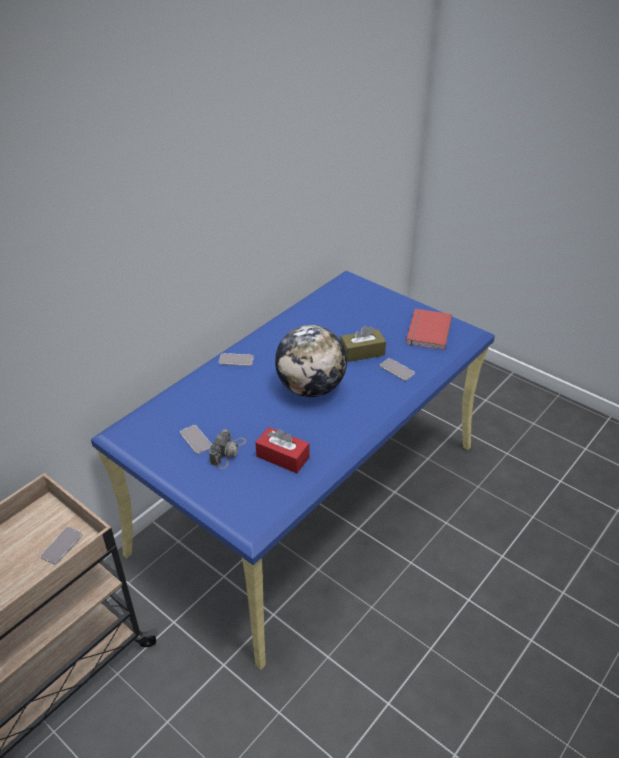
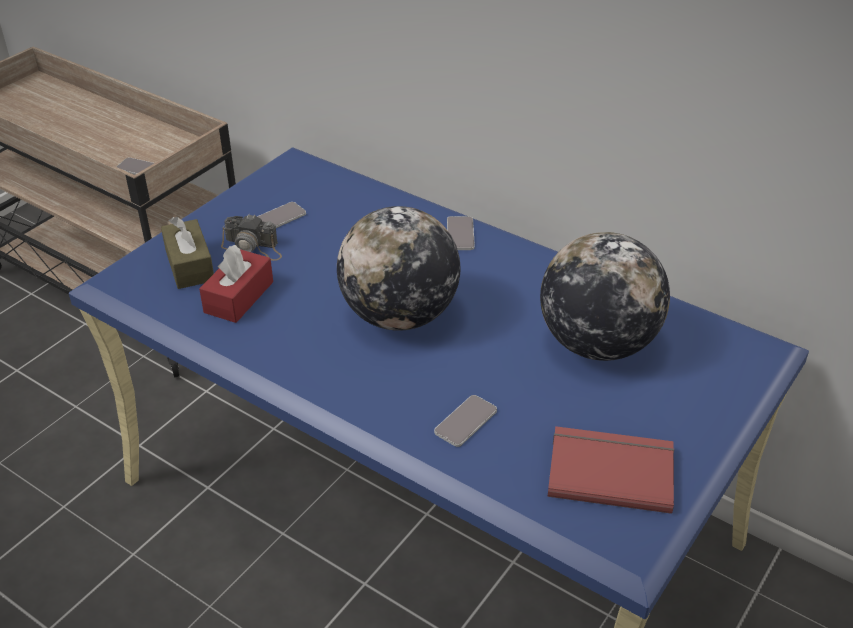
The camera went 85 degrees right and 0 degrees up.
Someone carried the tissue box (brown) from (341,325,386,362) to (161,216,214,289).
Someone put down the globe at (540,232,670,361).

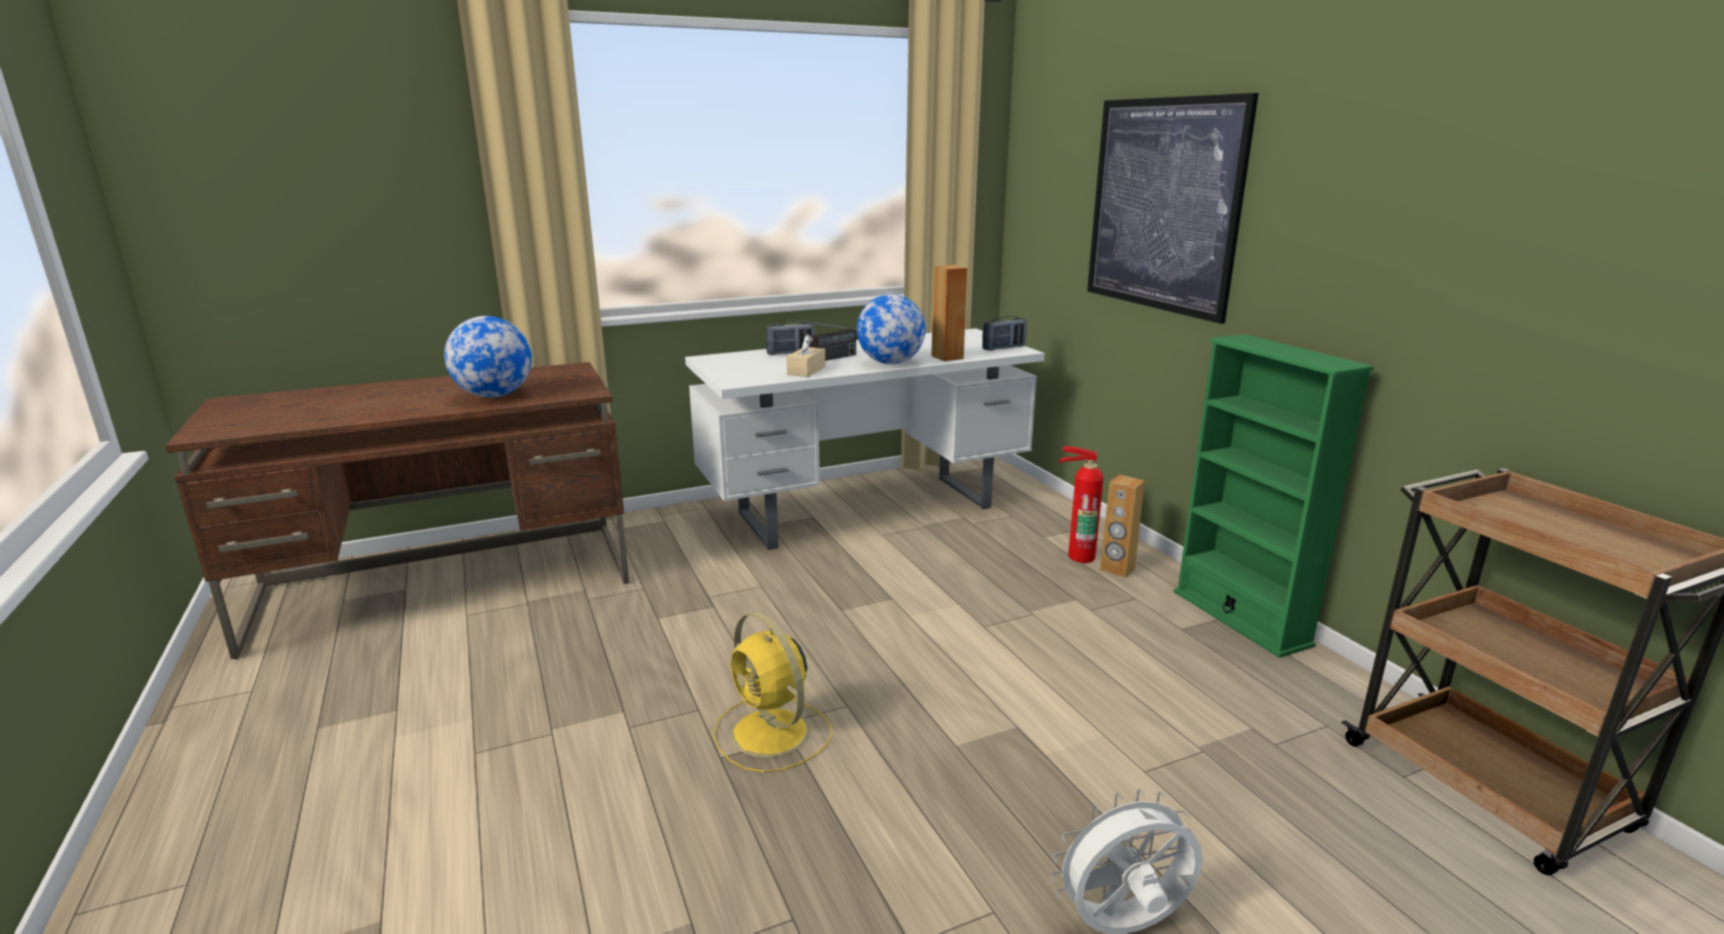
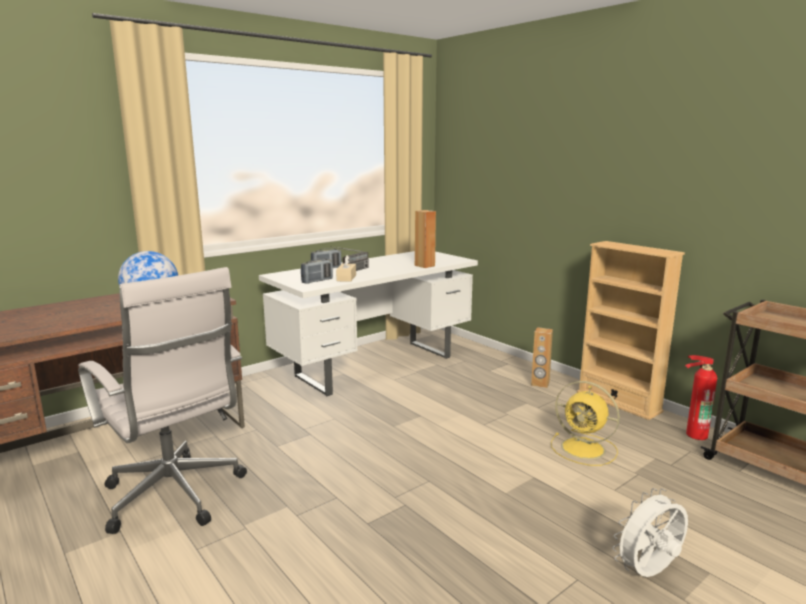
The camera went 15 degrees left and 5 degrees down.
Someone carried the fan (yellow) from (713,612,832,773) to (551,381,620,466).
Someone took away the globe at (857,294,926,364).
Someone carried the radio from (982,316,1027,351) to (301,258,333,283).
Someone carried the fire extinguisher from (1059,446,1104,563) to (685,355,717,440).
Someone took away the picture at (1087,93,1259,324).
Someone repainted the bookcase (green) at (1174,334,1374,658), which became the bookcase (beige) at (577,241,685,420).
Someone put down the office chair (white) at (78,267,247,534).

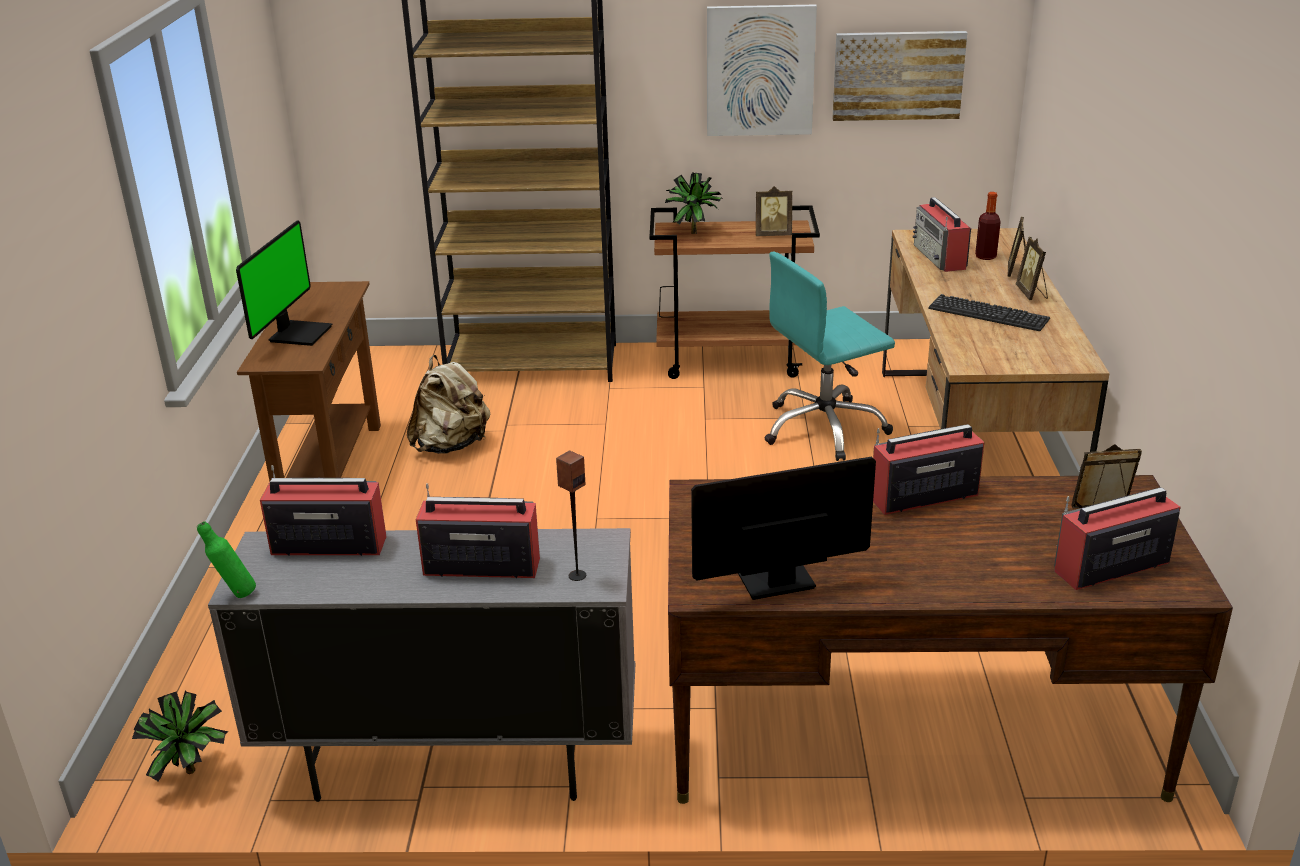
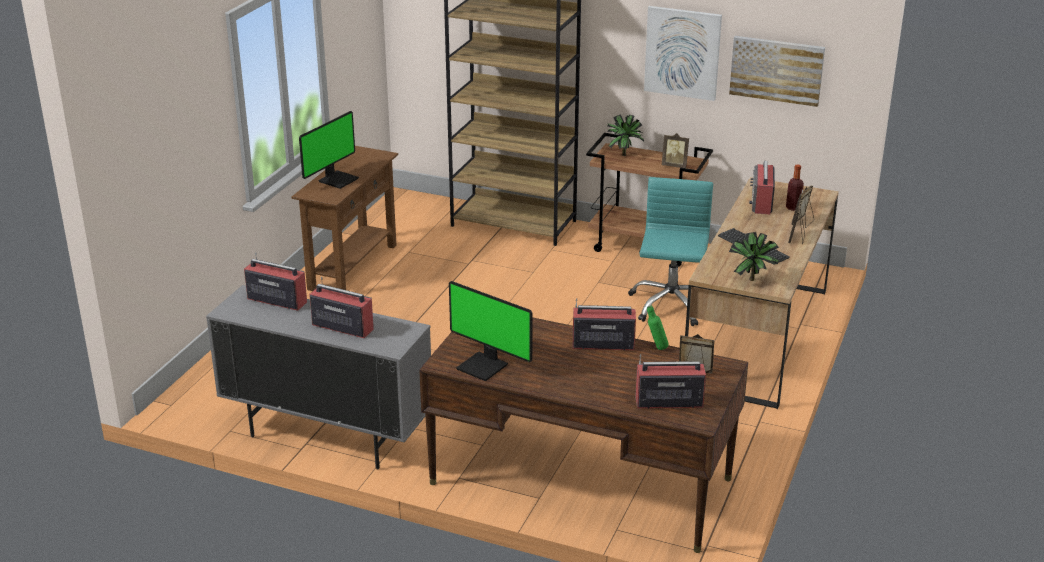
The camera went 20 degrees right and 0 degrees up.
Someone carried the potted plant from (132,691,228,781) to (729,232,779,281).
Someone carried the bottle (green) from (197,521,256,598) to (647,306,669,350).
Someone took away the backpack (beige) at (407,355,490,454).
Someone took away the speaker at (556,451,586,581).
Someone rotated the monitor at (691,457,876,600) by 150 degrees counterclockwise.
Someone rotated the office chair (turquoise) at (764,251,895,461) by 105 degrees clockwise.

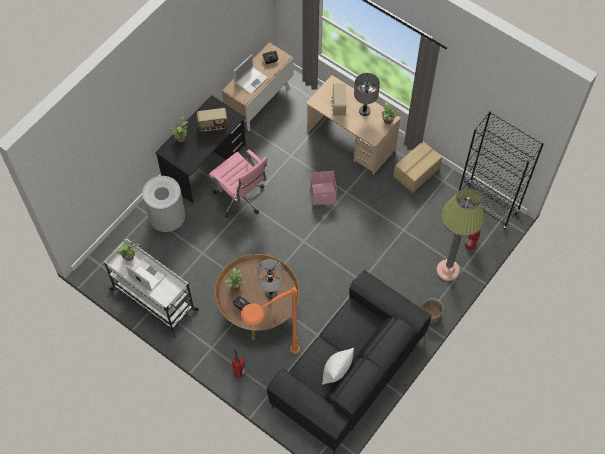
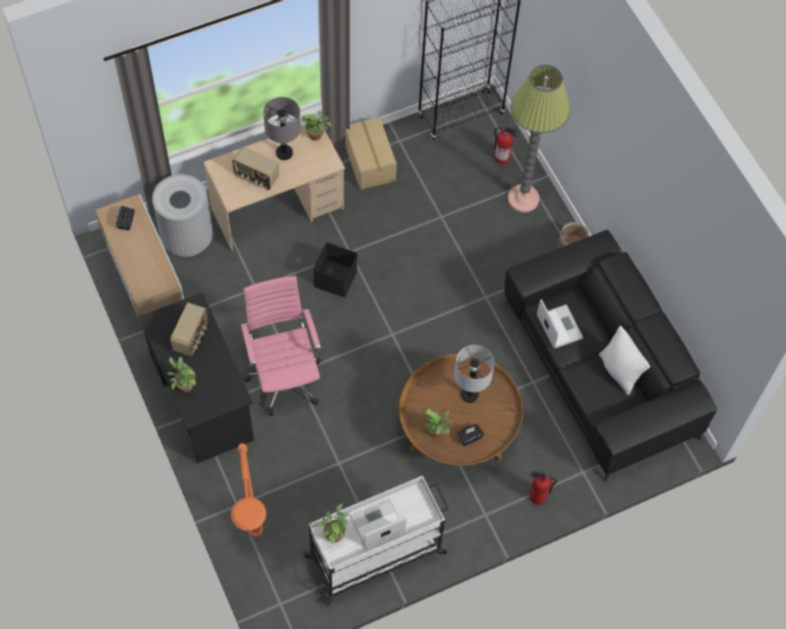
The camera went 65 degrees left and 0 degrees up.
Someone carried the trash can (grey) from (142,176,185,232) to (152,174,213,257).
Someone rotated the office chair (pink) at (209,150,268,218) by 90 degrees counterclockwise.
Someone carried the laptop from (234,54,268,94) to (537,299,584,348).
Someone carried the floor lamp (orange) from (241,287,300,354) to (231,443,266,537).
Someone repainted the storage box (pink) at (310,171,337,205), which became the storage box (black) at (313,242,357,297).

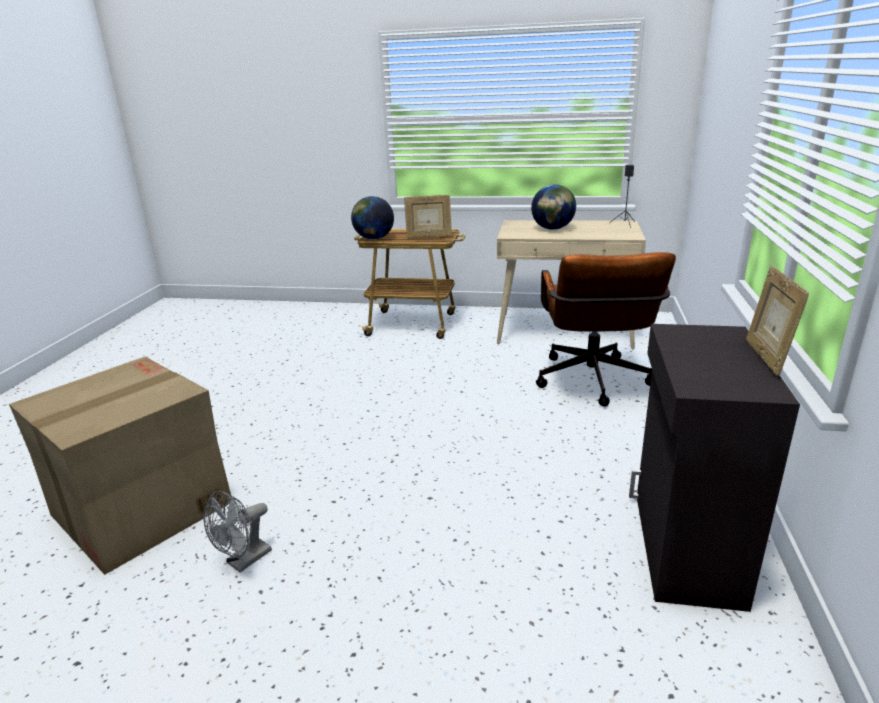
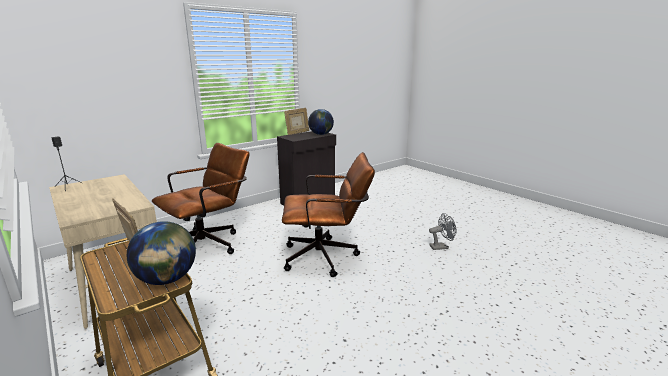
The camera went 140 degrees left and 5 degrees down.
Someone took away the cardboard box at (9,357,232,575).
Someone carried the globe from (531,184,576,230) to (308,109,334,135).
Someone put down the office chair (brown) at (282,152,375,277).

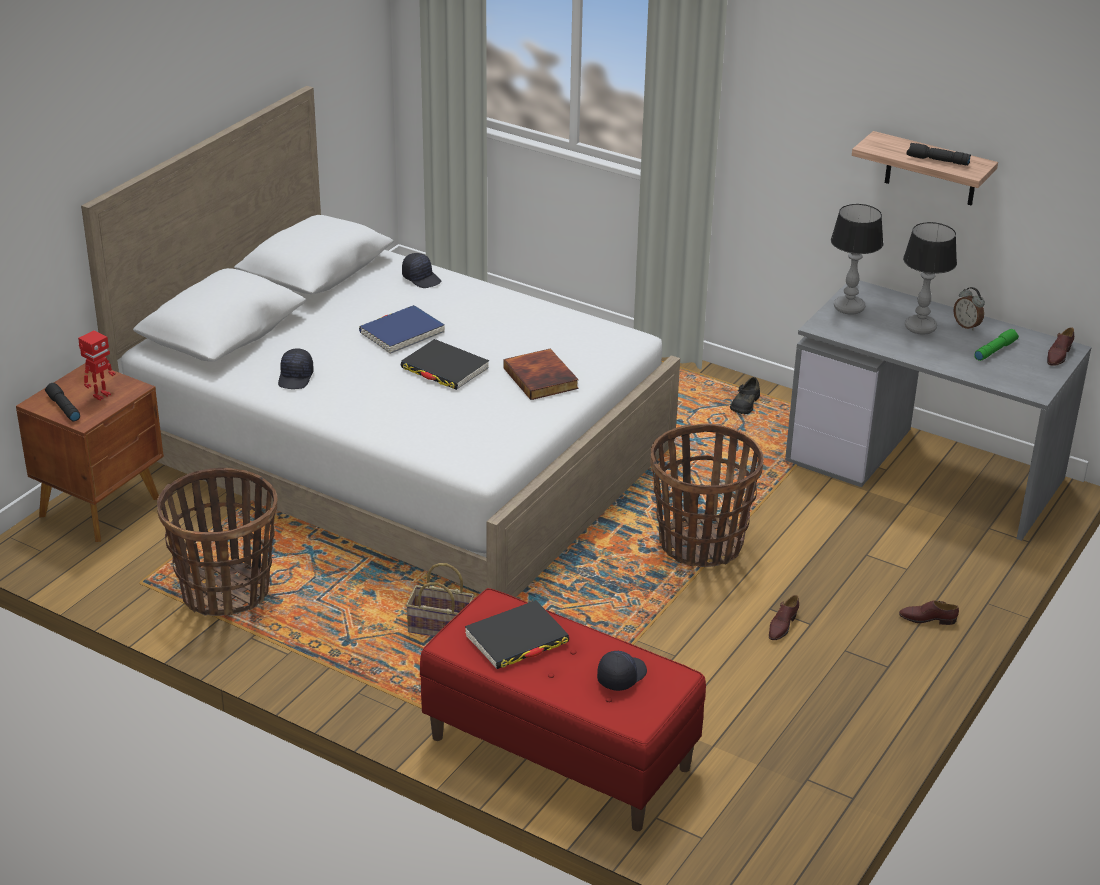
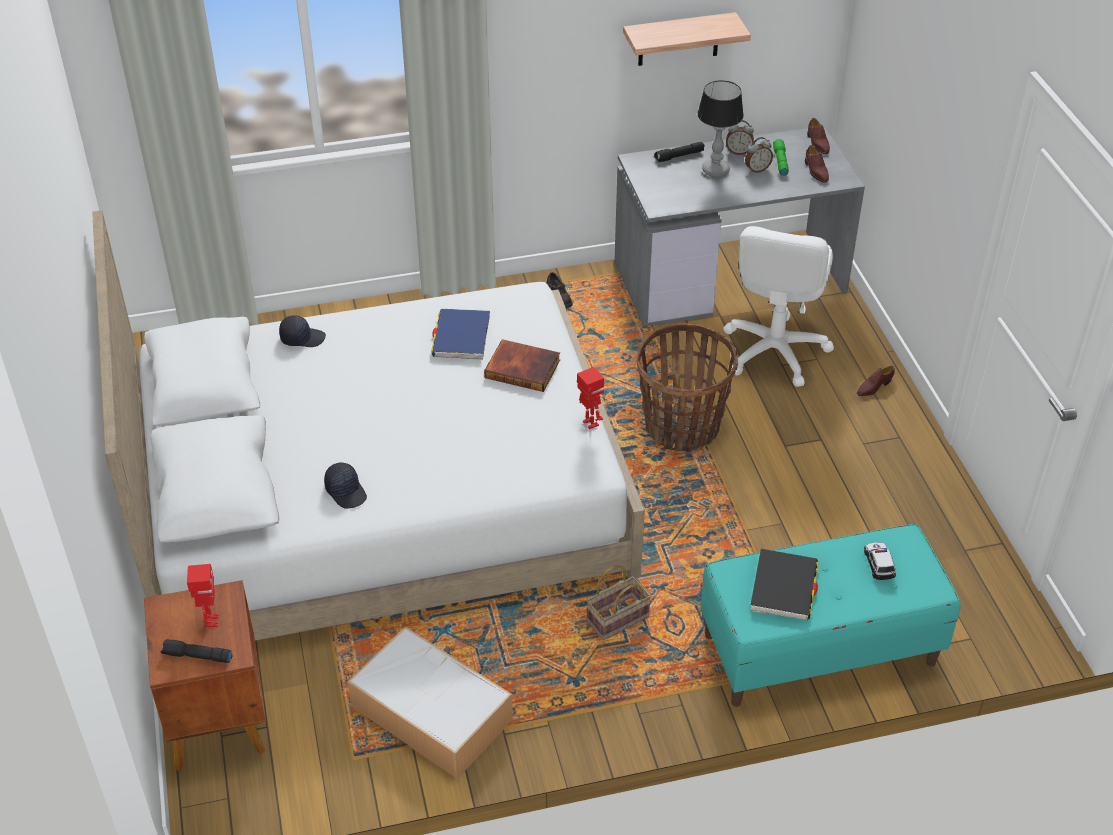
The camera went 45 degrees left and 10 degrees up.
Someone swapped the basket at (157,468,277,616) for the storage box at (347,627,513,779).
Someone carried the book (blue) from (359,305,445,354) to (431,309,490,360).
Someone took away the book (black) at (401,339,489,390).
Someone repainted the bench (red) at (420,588,706,831), which became the bench (turquoise) at (700,524,961,707).
Someone swapped the cap (black) at (597,651,647,691) for the toy car at (864,542,896,580).
Someone carried the shoe (brown) from (769,595,799,640) to (805,145,829,182).
Someone took away the table lamp at (831,204,883,315).
Someone carried the flashlight (black) from (907,143,971,165) to (654,142,705,162).
Someone put down the toy robot at (577,367,604,429).
Someone put down the office chair (white) at (723,226,834,387).
Someone put down the alarm clock at (745,137,773,173).

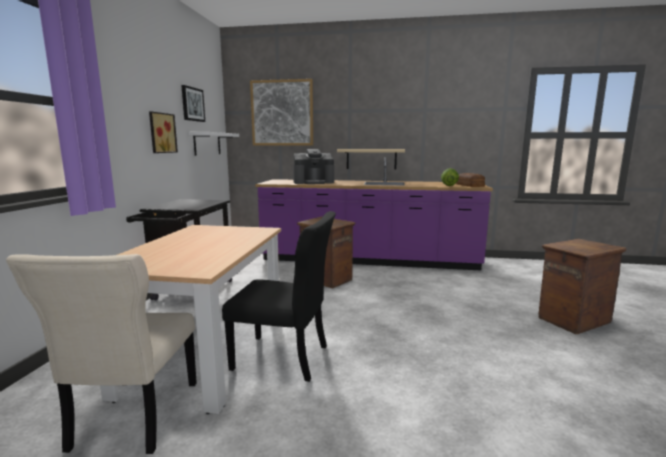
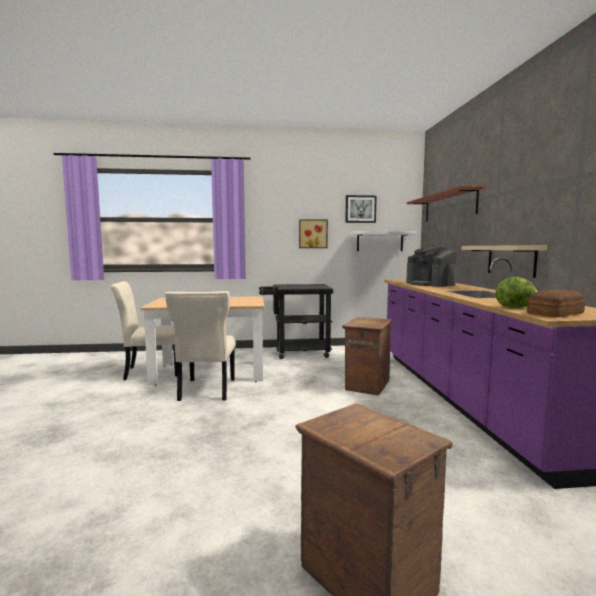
The camera went 75 degrees right and 5 degrees down.
Someone repainted the chair (black) at (222,211,336,382), which became the chair (beige) at (165,291,236,401).
Someone swapped the picture at (250,79,313,145) for the shelf at (406,186,485,222).

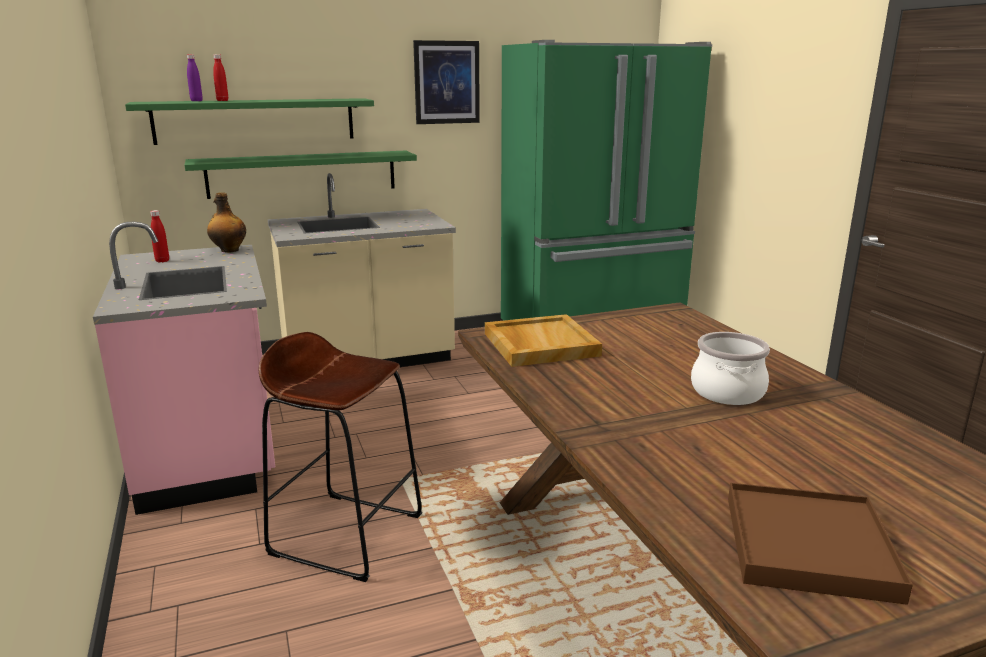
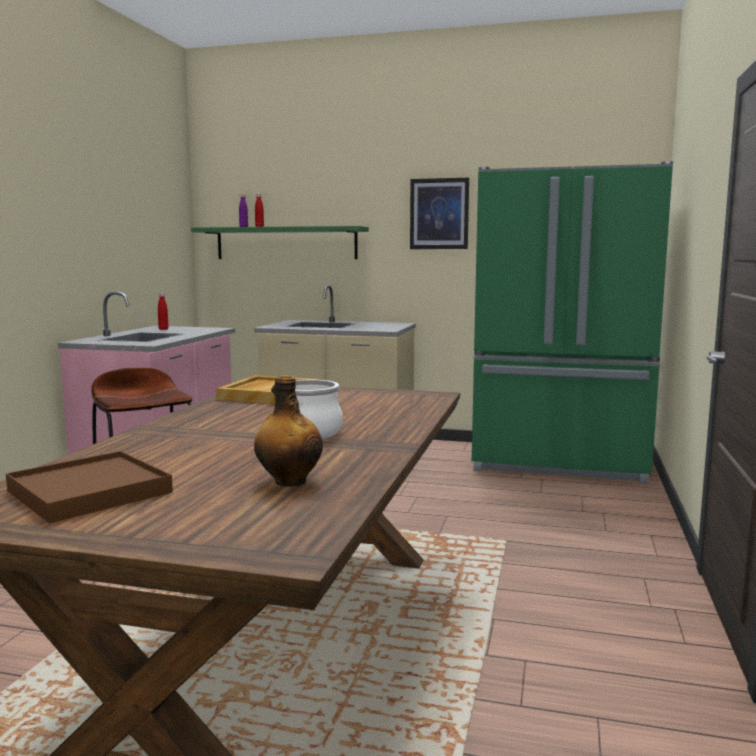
The camera went 35 degrees right and 10 degrees down.
Someone took away the shelf (green) at (185,150,417,199).
Someone carried the bottle from (207,192,246,253) to (254,375,323,487).

